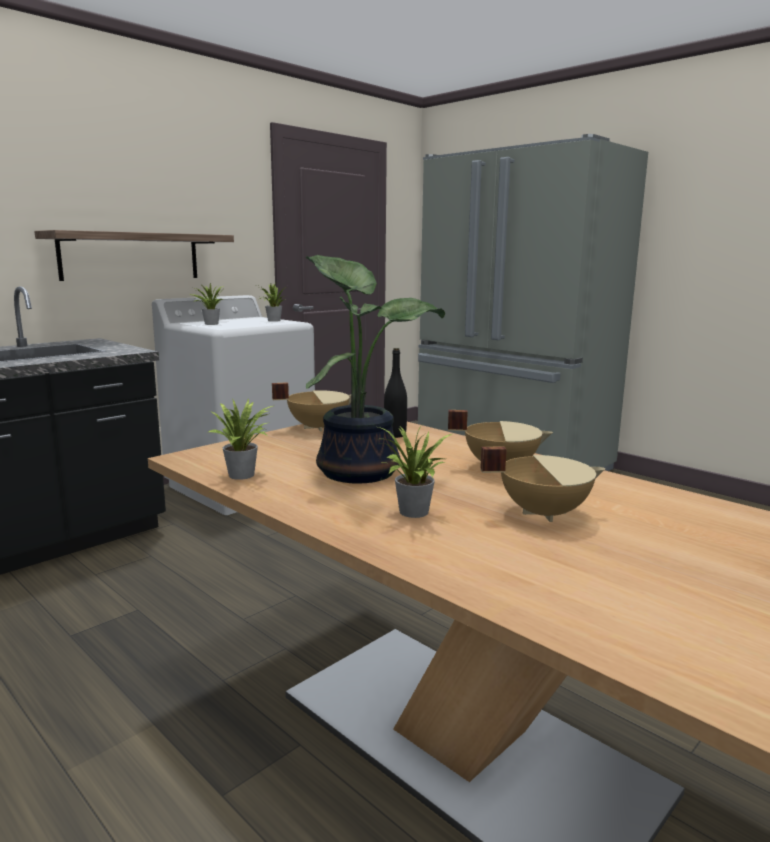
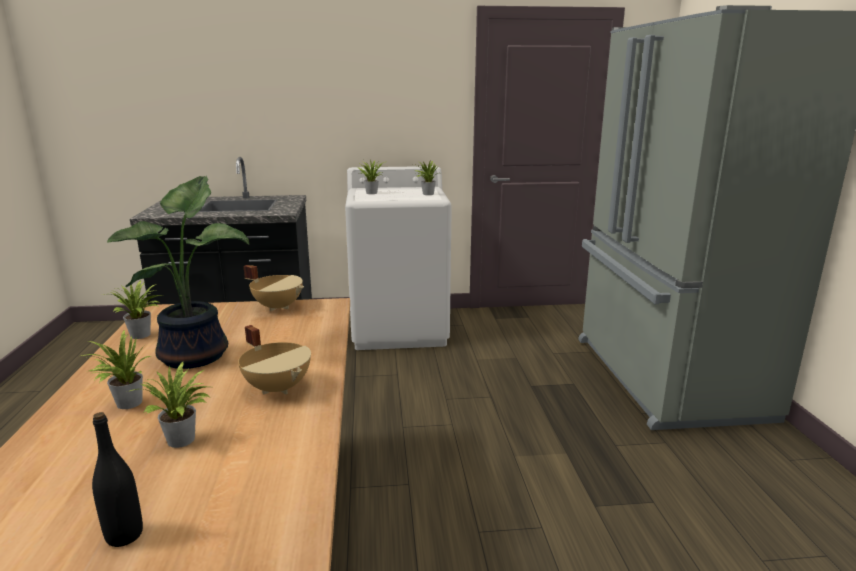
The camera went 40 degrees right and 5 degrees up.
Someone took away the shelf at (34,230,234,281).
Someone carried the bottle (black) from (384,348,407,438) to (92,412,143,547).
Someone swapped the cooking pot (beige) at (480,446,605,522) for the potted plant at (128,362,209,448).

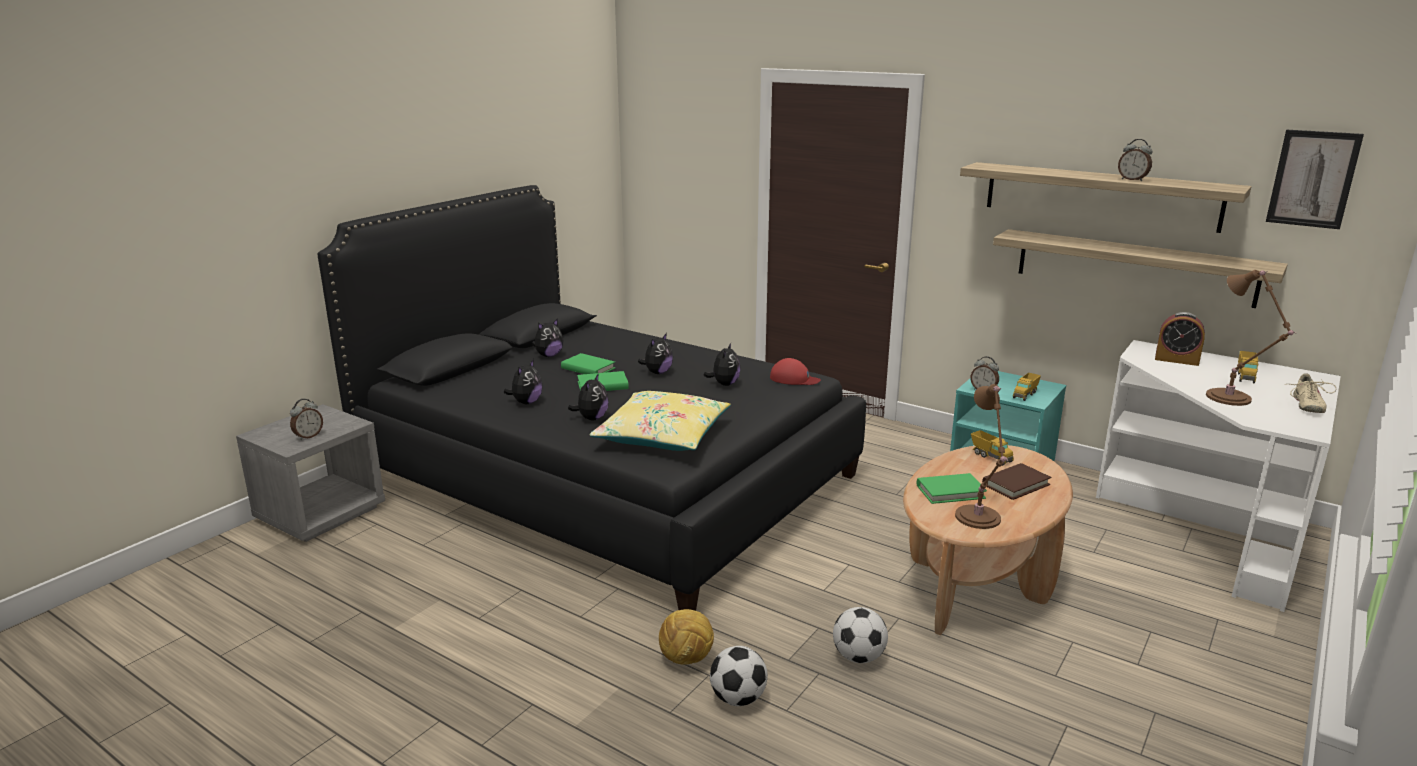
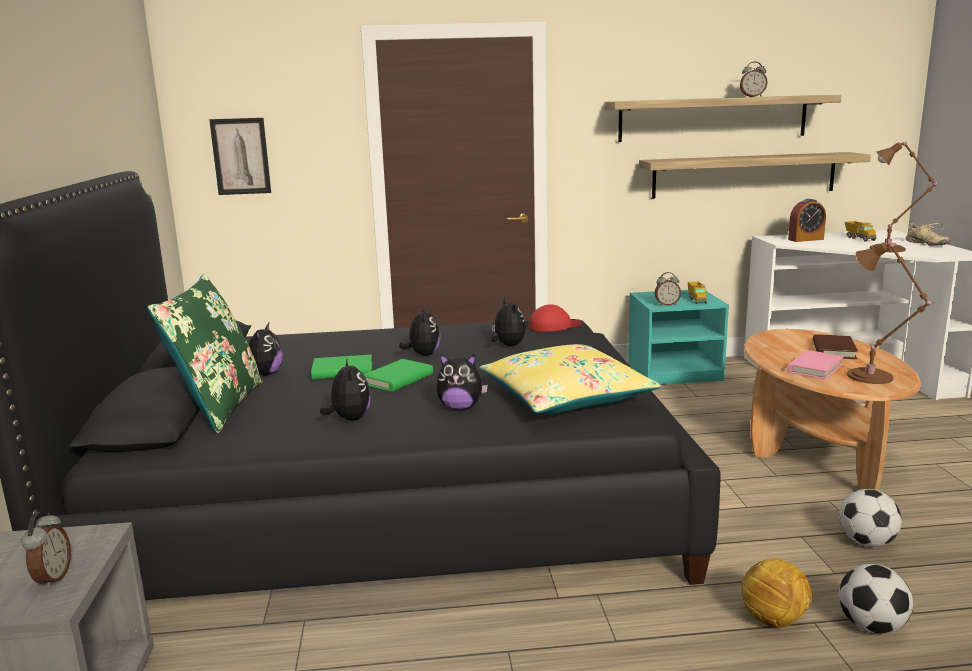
The camera went 40 degrees left and 5 degrees down.
Someone rotated the plush toy at (568,373,609,420) by 120 degrees clockwise.
Someone repainted the book (green) at (917,473,987,504), which became the book (pink) at (787,350,844,379).
Someone took away the toy truck at (971,430,1014,466).
Someone carried the picture from (1266,129,1364,229) to (209,118,271,195).
Someone put down the pillow (green) at (147,273,263,433).

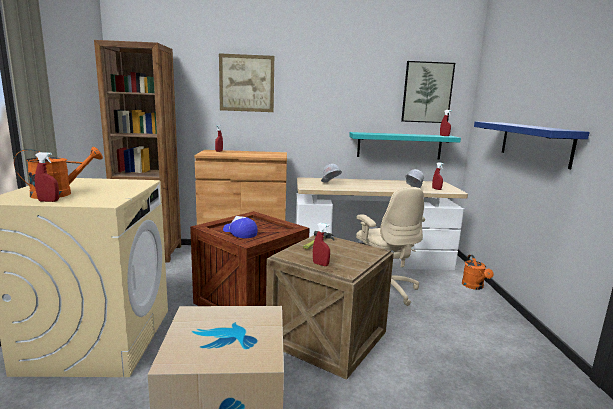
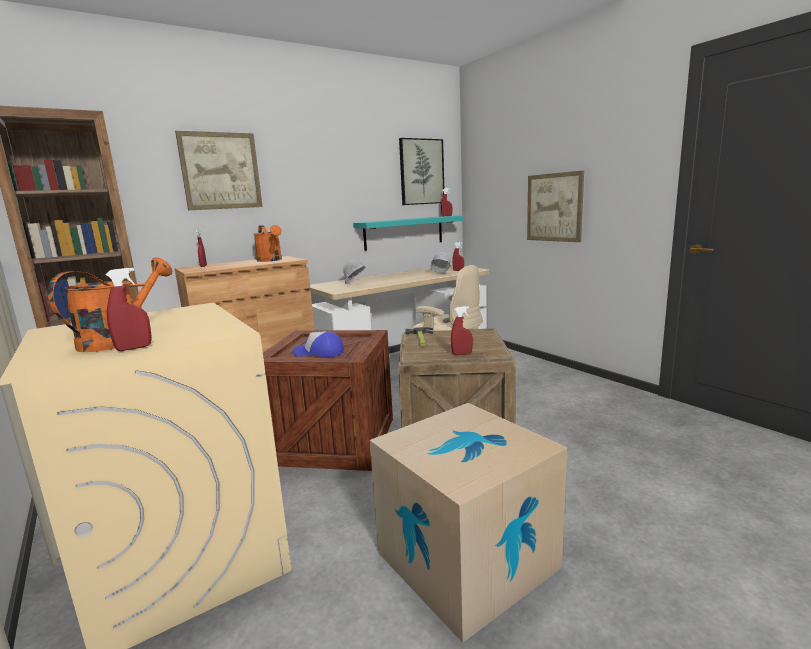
The camera went 30 degrees left and 0 degrees up.
Someone carried the watering can (orange) from (462,255,494,290) to (253,225,282,262).
Someone swapped the shelf (blue) at (474,122,590,169) for the picture at (527,170,584,242).

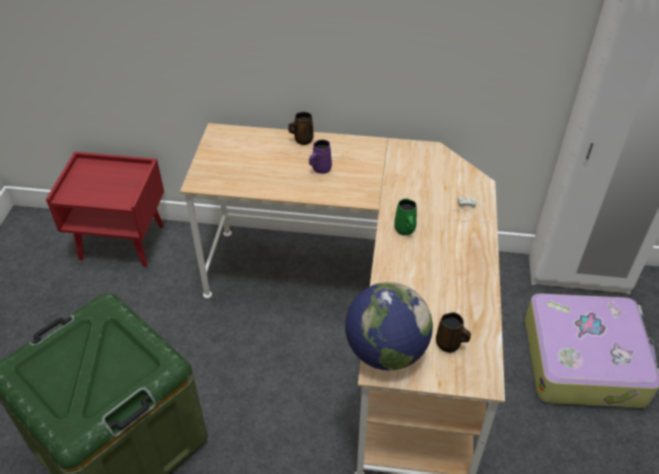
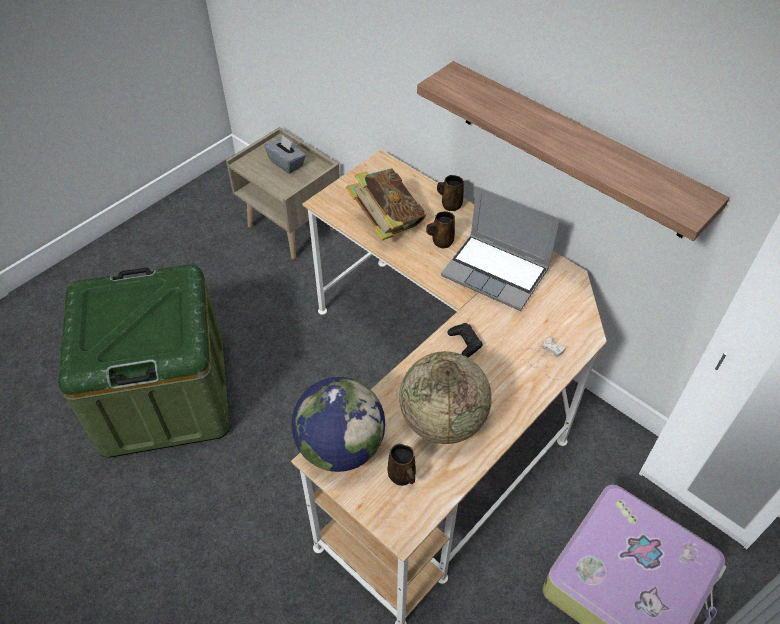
The camera went 35 degrees right and 5 degrees up.
Someone repainted the nightstand (red) at (46,152,164,267), which became the nightstand (beige) at (226,127,340,259).
Someone repainted the mug (purple) at (309,139,332,174), which became the mug (brown) at (426,211,455,249).
Someone swapped the mug (green) at (394,198,417,235) for the game controller (black) at (447,323,483,357).
Someone put down the tissue box (grey) at (264,135,306,174).
Someone put down the book at (346,168,426,240).
Someone put down the globe at (399,351,492,444).
Someone put up the shelf at (417,61,729,241).
Someone put down the laptop at (441,186,560,311).

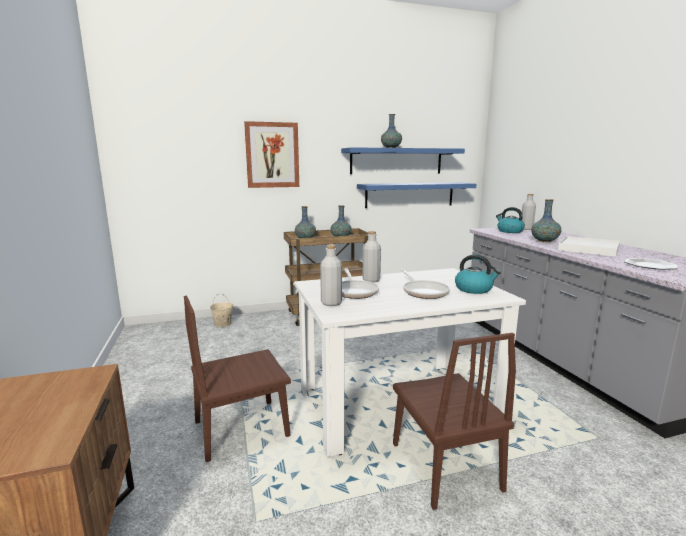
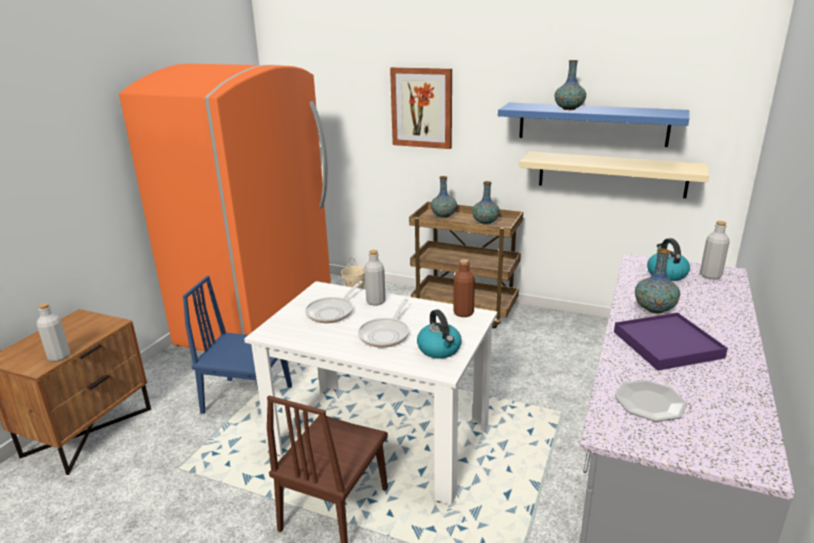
The camera went 40 degrees right and 10 degrees up.
Someone repainted the chair (brown) at (184,296,291,462), which became the chair (blue) at (183,276,292,414).
Someone carried the bottle (grey) from (320,245,342,306) to (37,303,70,362).
Someone repainted the shelf (blue) at (357,182,476,208), which became the shelf (beige) at (519,151,709,198).
Someone repainted the tray (white) at (558,236,620,257), which became the tray (purple) at (614,312,728,371).
Someone put down the fridge (orange) at (119,64,331,352).
Someone put down the bottle (brown) at (453,259,475,317).

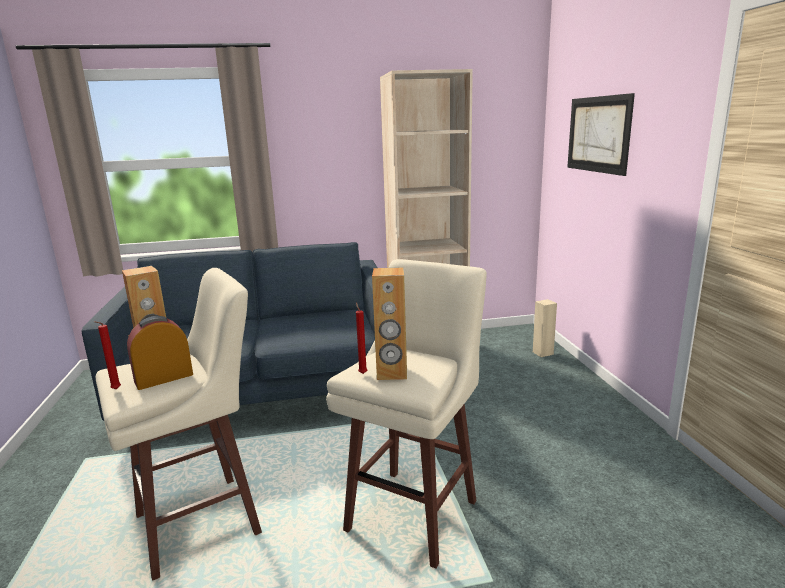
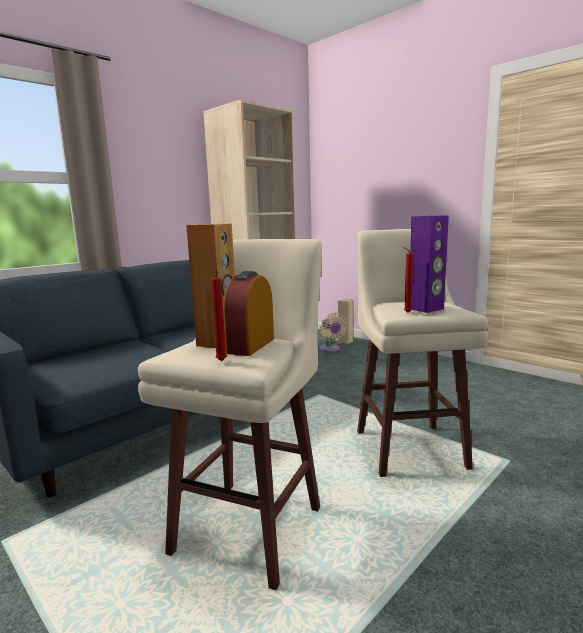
The camera went 35 degrees left and 5 degrees down.
Someone repainted the speaker (brown) at (372,267,407,380), which became the speaker (purple) at (410,215,449,313).
Someone took away the picture at (567,93,635,176).
Someone put down the fan (beige) at (319,313,347,352).

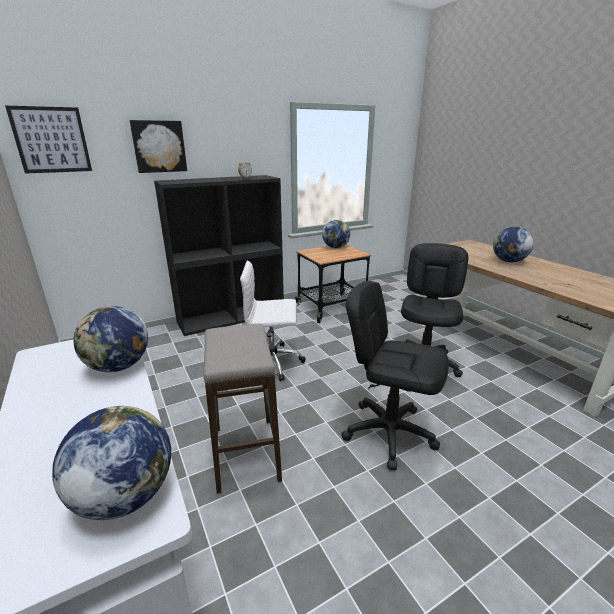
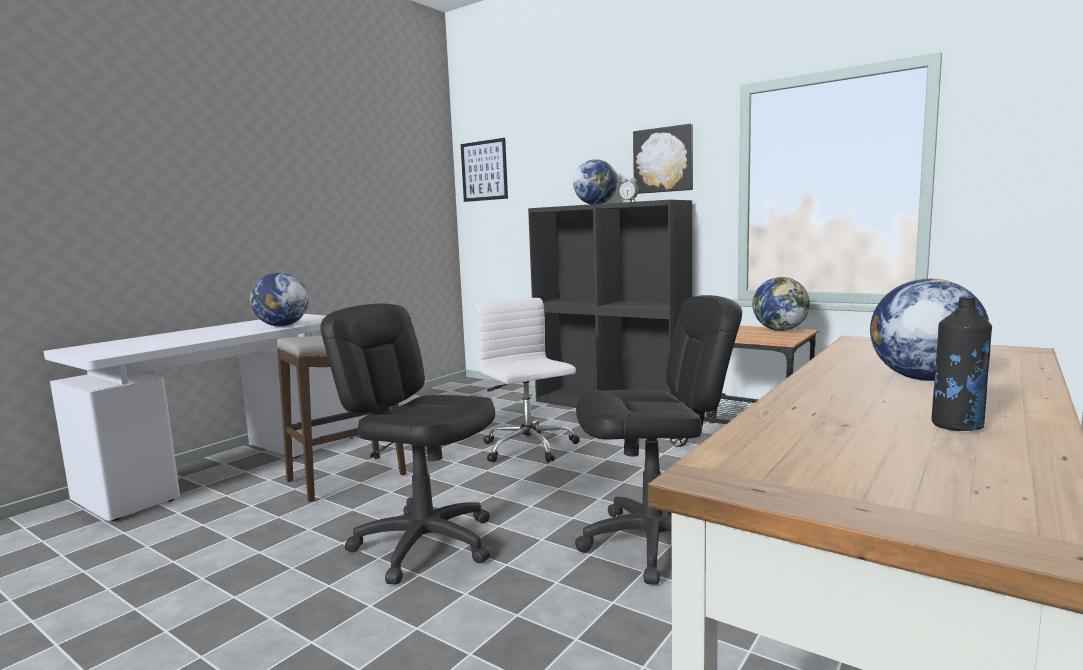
The camera went 65 degrees right and 15 degrees down.
Someone carried the globe from (52,406,171,520) to (573,160,618,204).
Someone carried the picture from (130,120,187,173) to (633,124,693,194).
Someone rotated the office chair (black) at (341,281,449,470) by 60 degrees counterclockwise.
Someone put down the bottle (black) at (932,296,992,431).

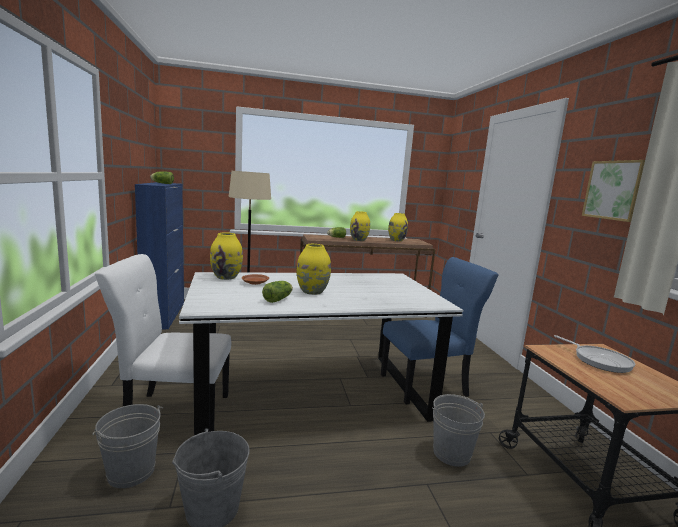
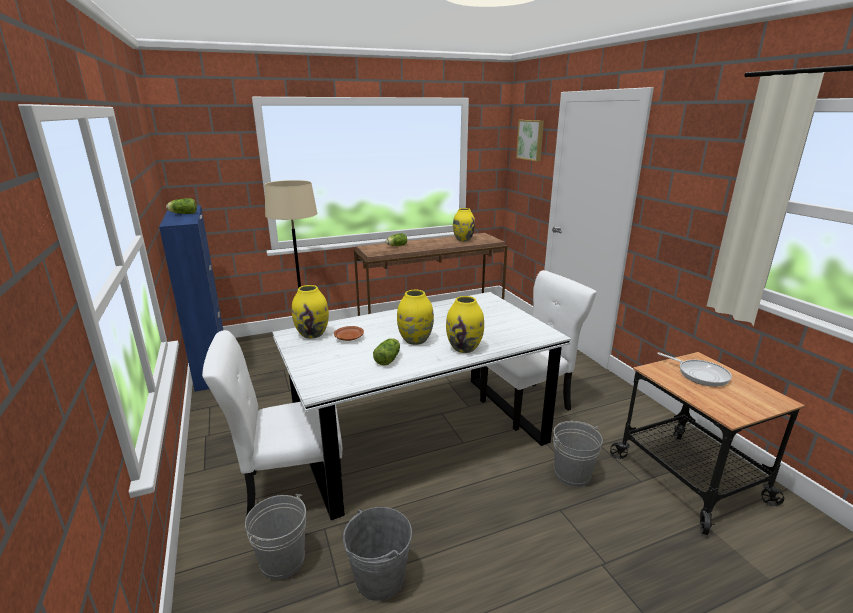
The camera went 10 degrees left and 10 degrees up.
Someone carried the vase (yellow) from (350,211,370,241) to (446,296,484,353).
Someone repainted the chair (blue) at (381,257,499,405), which became the chair (white) at (480,270,597,431).
Someone carried the picture from (582,160,645,222) to (516,120,544,161).

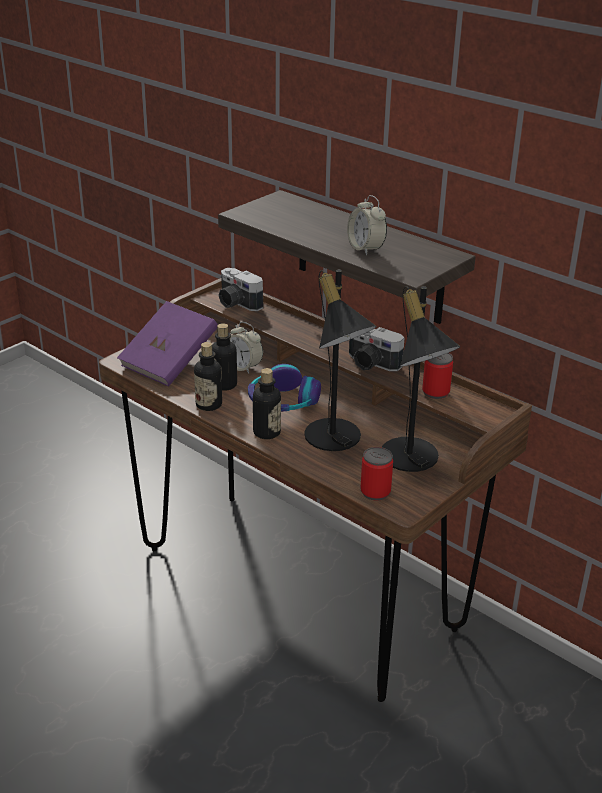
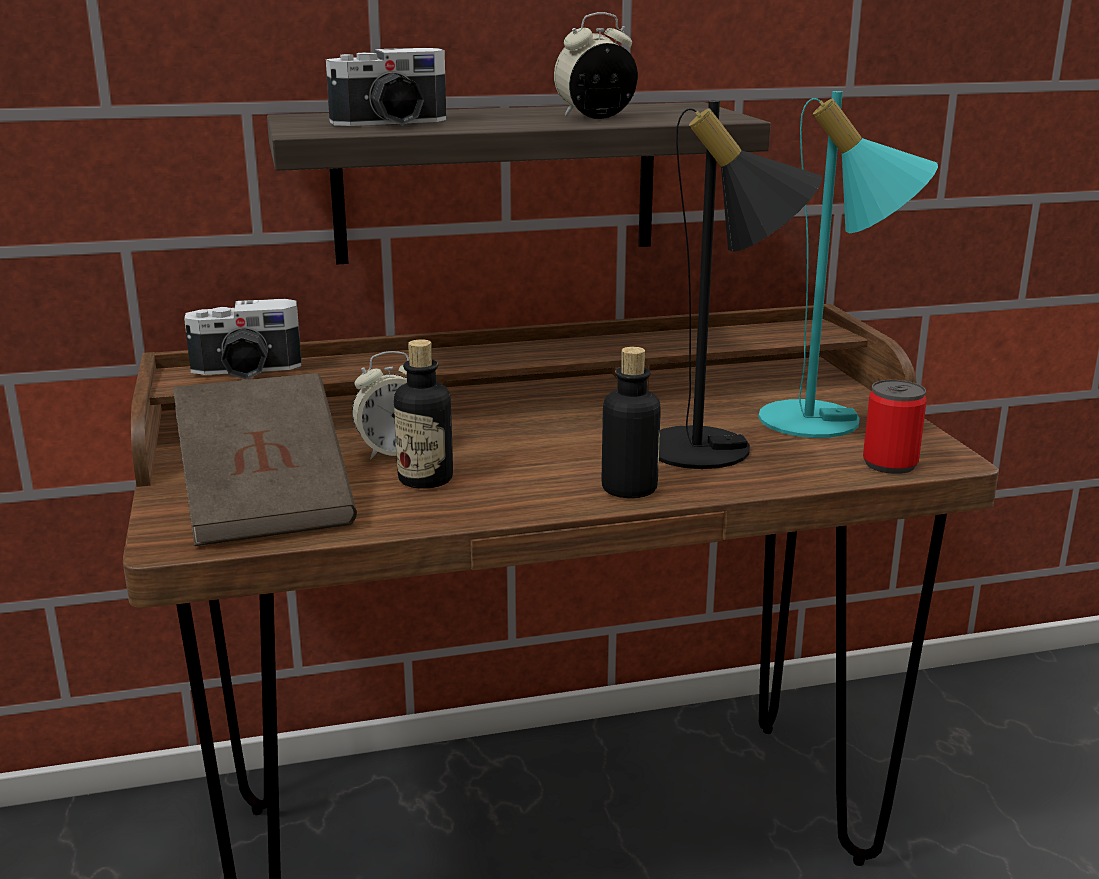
The camera went 55 degrees left and 10 degrees down.
Someone repainted the book (purple) at (117,301,218,387), which became the book (brown) at (173,373,357,546).
Someone took away the bottle at (194,342,222,411).
Someone took away the headphones at (248,364,321,412).
Someone rotated the alarm clock at (347,195,387,256) by 150 degrees clockwise.
Someone carried the photo camera from (349,327,404,371) to (326,48,446,126).
Someone repainted the table lamp (black) at (382,286,461,472), which became the table lamp (turquoise) at (758,91,938,438).
Someone took away the can at (422,353,453,399).

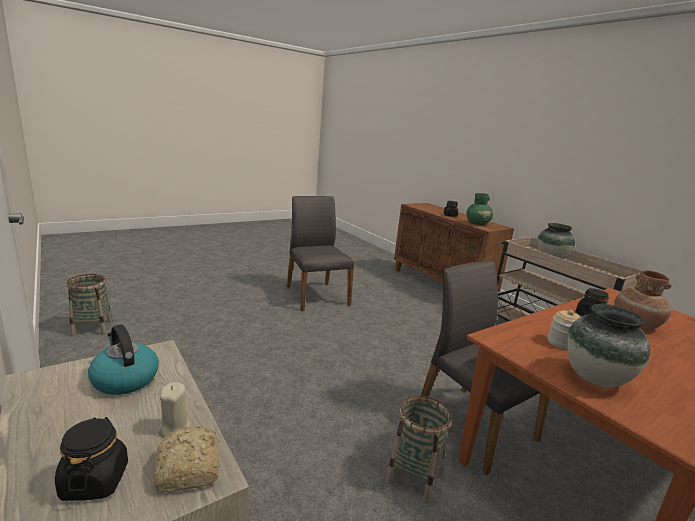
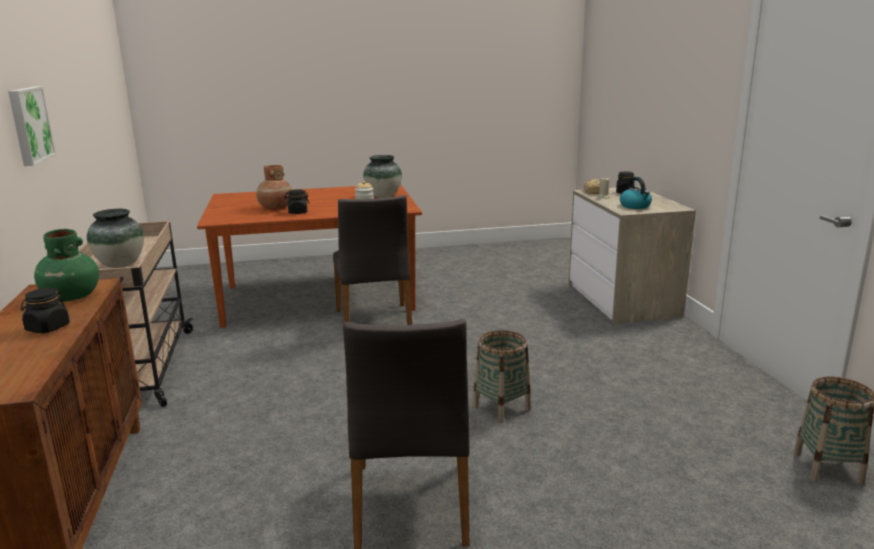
The camera went 155 degrees left and 0 degrees up.
Someone carried the basket from (386,396,452,503) to (472,330,531,423).
Someone put up the picture at (8,86,56,166).

